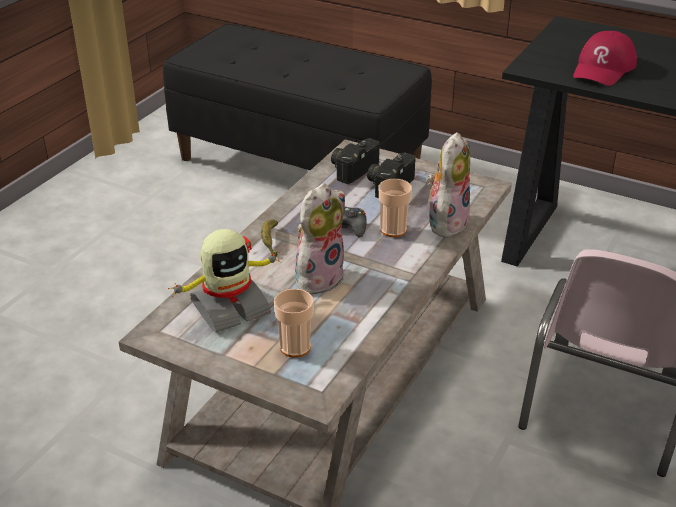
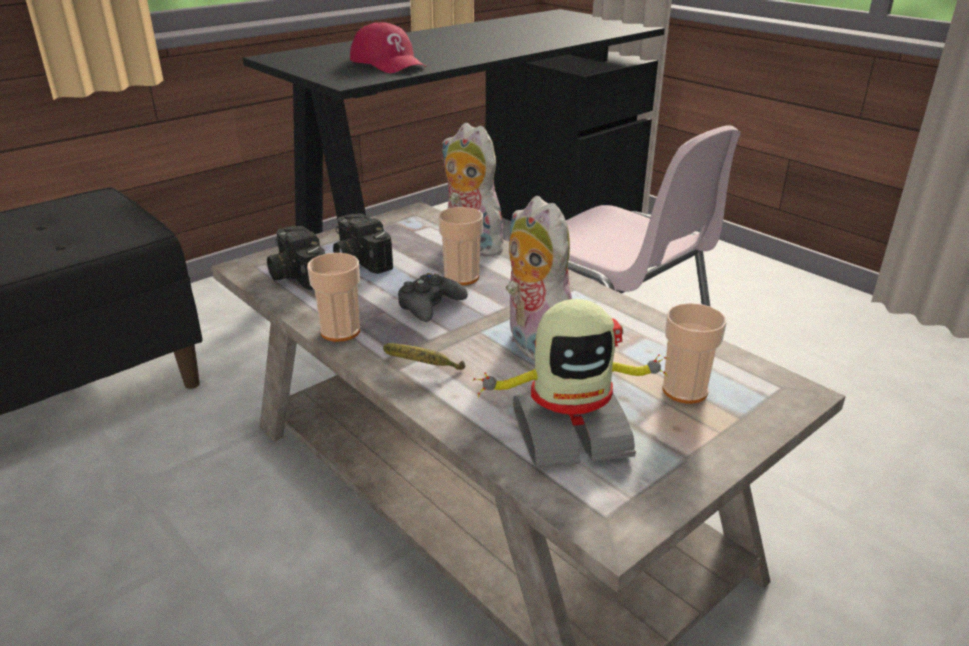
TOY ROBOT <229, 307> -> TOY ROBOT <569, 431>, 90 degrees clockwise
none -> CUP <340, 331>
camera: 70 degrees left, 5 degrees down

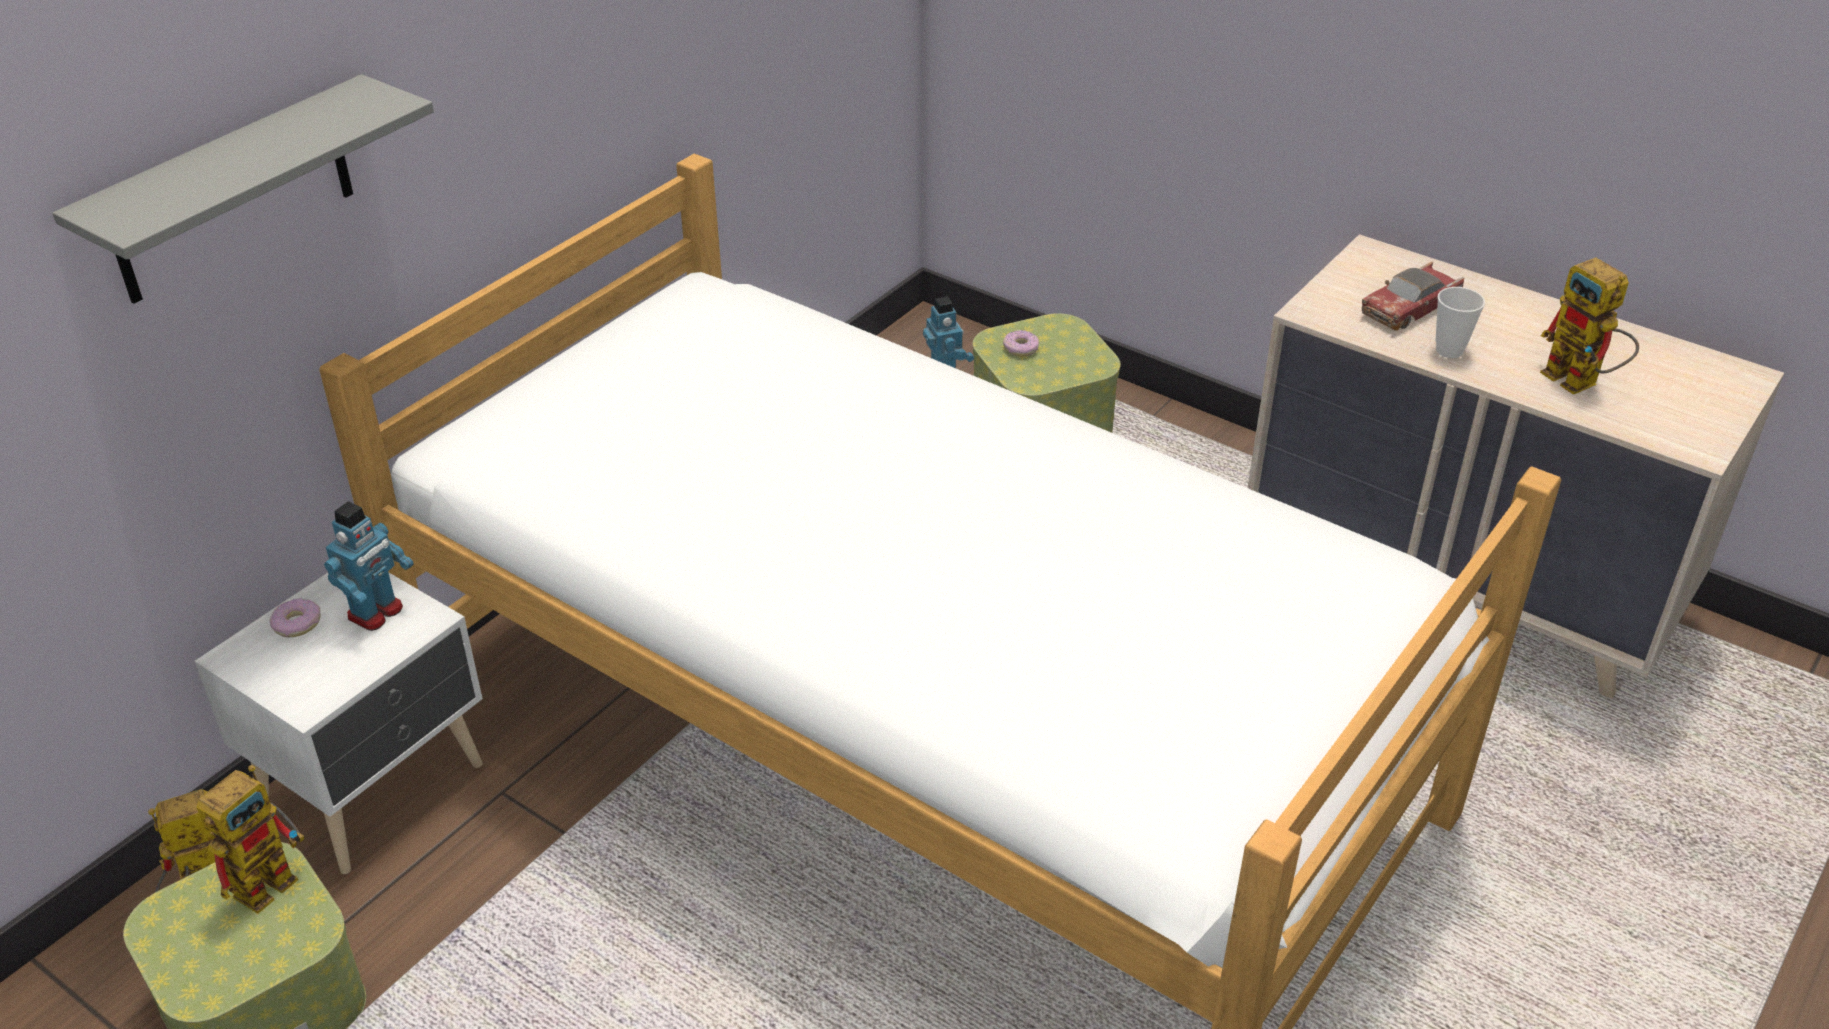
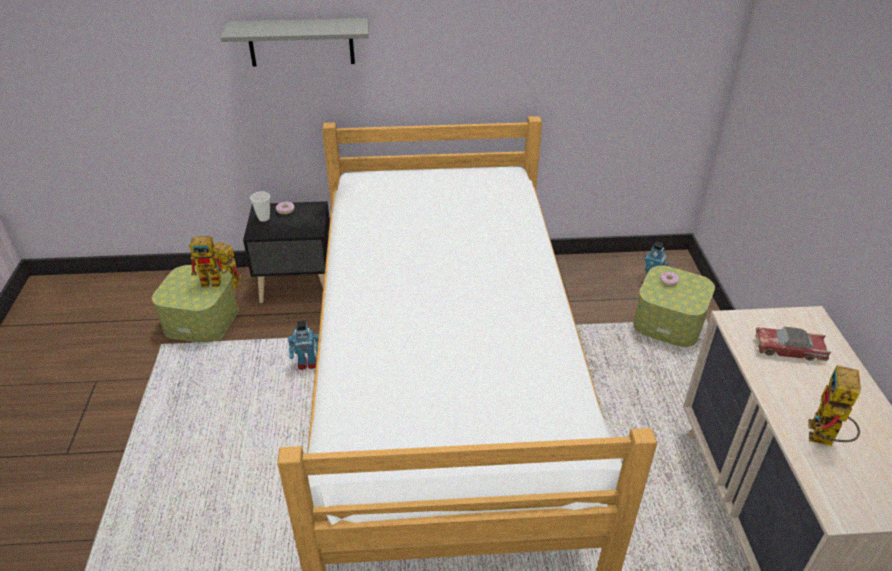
WHITE NIGHTSTAND <378, 789> -> BLACK NIGHTSTAND <298, 286>
TOY ROBOT <377, 613> -> TOY ROBOT <307, 364>, moved
CUP <1449, 350> -> CUP <264, 218>, moved
camera: 50 degrees right, 0 degrees up

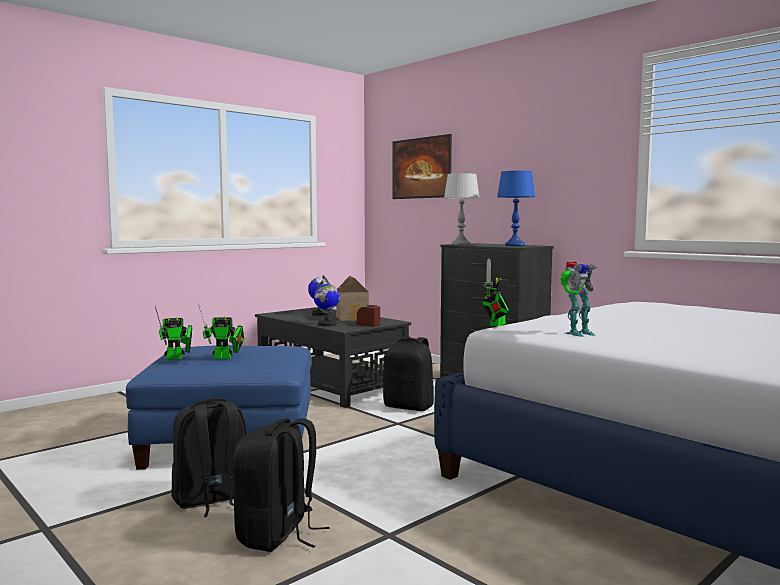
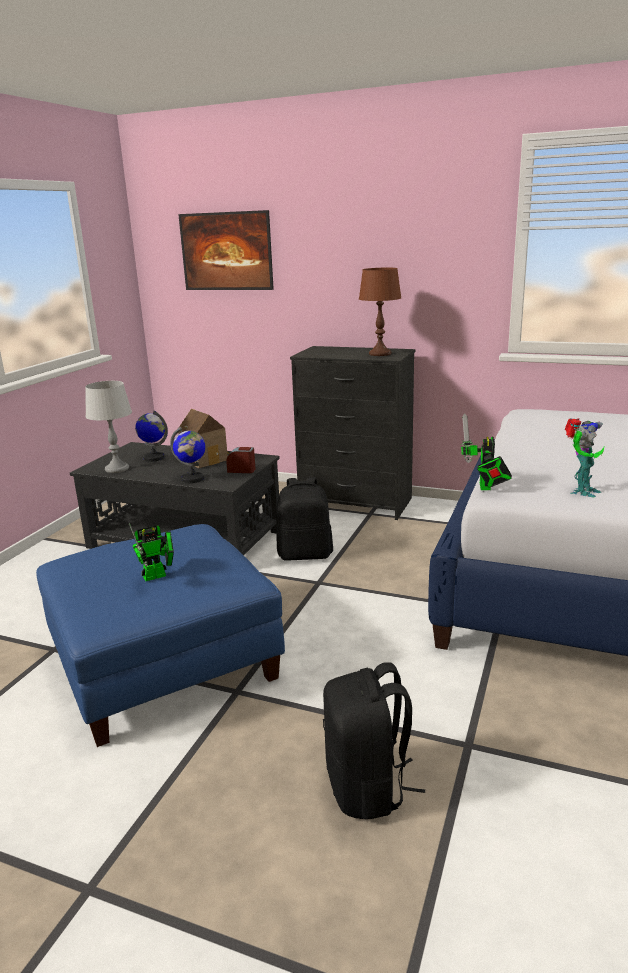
TOY ROBOT <177, 358> -> none
BLACK BACKPACK <212, 500> -> none
GREY TABLE LAMP <460, 244> -> GREY TABLE LAMP <117, 469>, moved
BLUE TABLE LAMP <515, 245> -> BROWN TABLE LAMP <380, 354>
camera: 25 degrees left, 15 degrees up

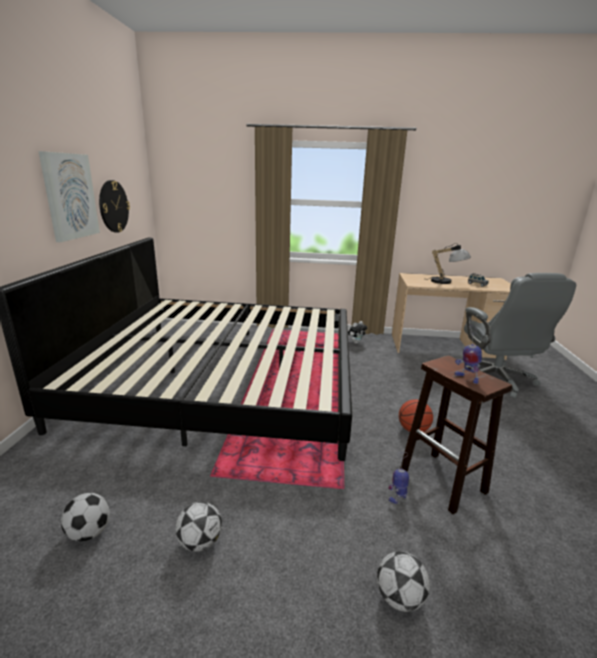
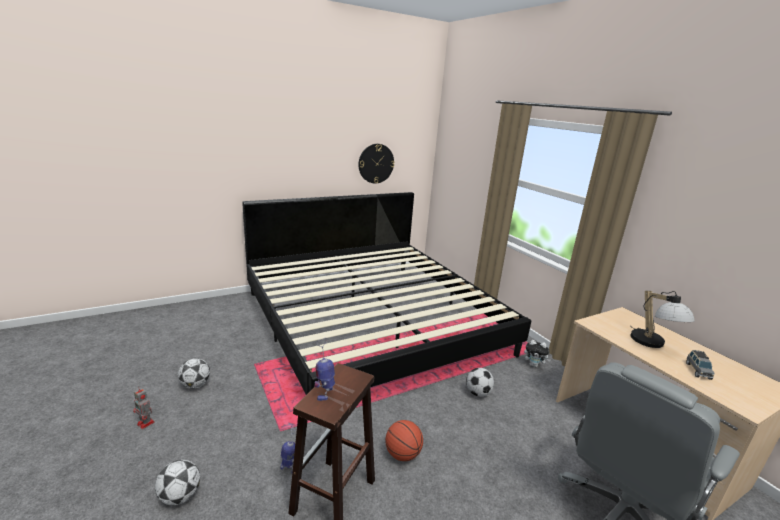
PICTURE <70, 196> -> none
FOOTBALL <89, 532> -> FOOTBALL <477, 393>, moved
none -> TOY ROBOT <146, 423>
camera: 55 degrees right, 0 degrees up

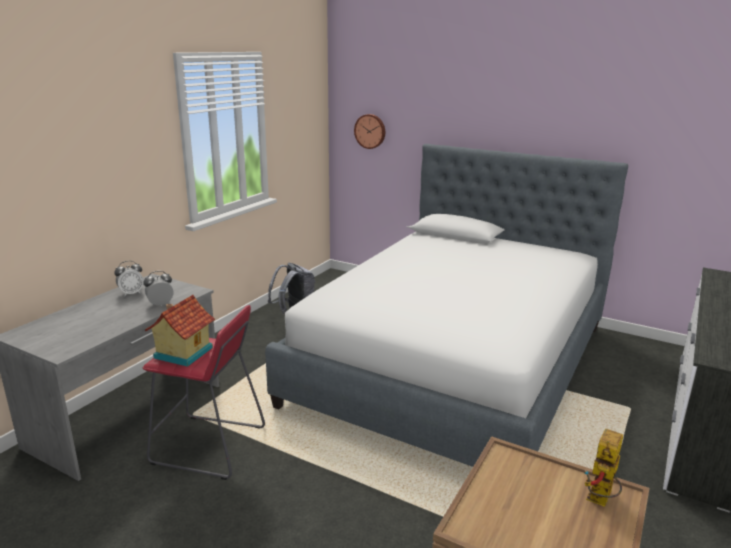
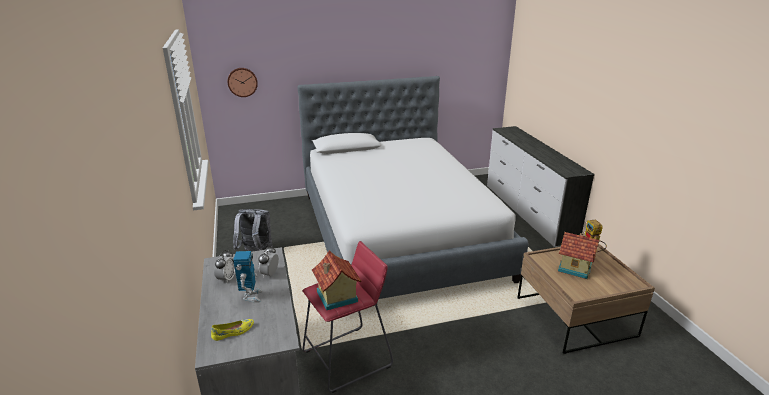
none -> YELLOW SHOE <233, 332>
none -> TOY ROBOT <251, 296>
none -> TOY HOUSE <574, 267>
camera: 45 degrees left, 5 degrees up

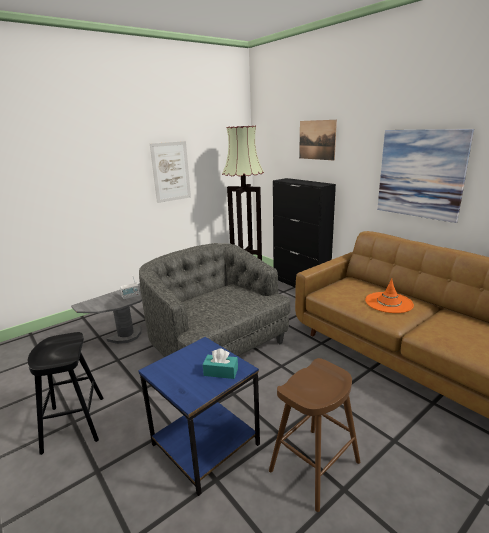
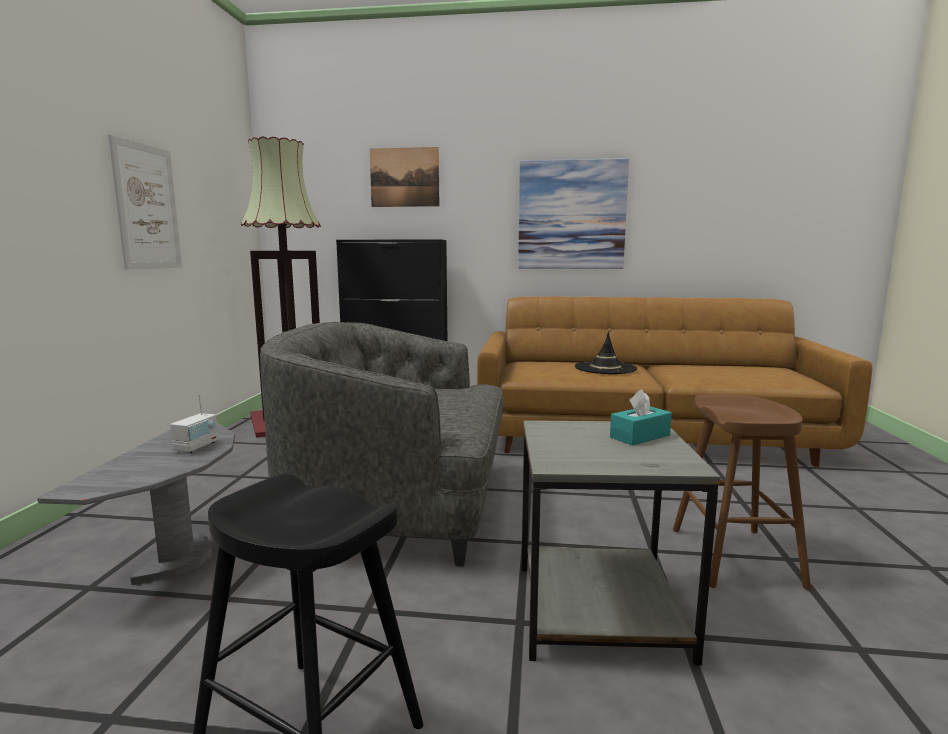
BLUE SIDE TABLE <204, 444> -> GREY SIDE TABLE <598, 612>
ORANGE HAT <389, 303> -> BLACK HAT <605, 368>
camera: 45 degrees left, 10 degrees down

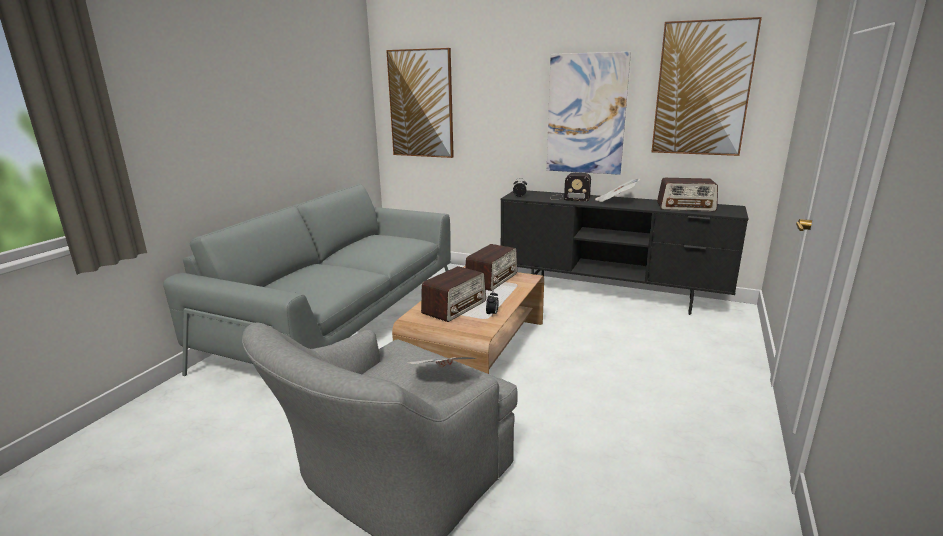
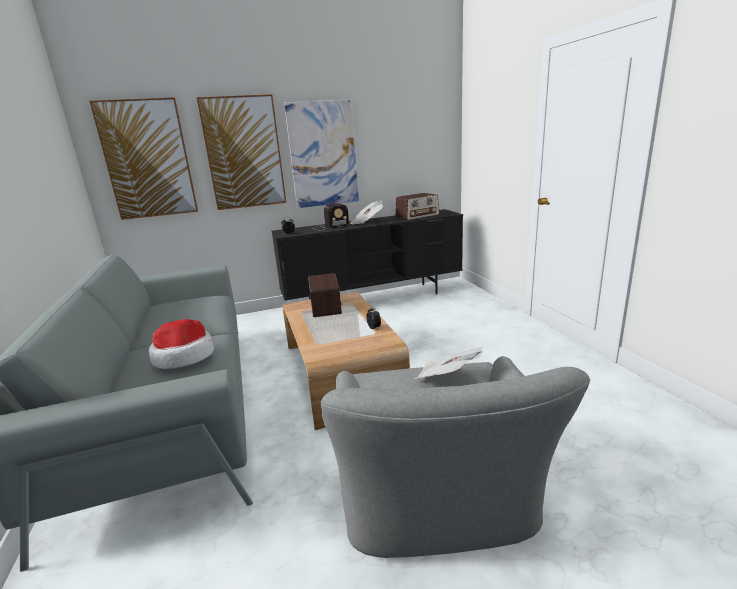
RADIO <454, 307> -> none
PICTURE <702, 89> -> PICTURE <244, 153>, moved
none -> HAT <184, 356>
camera: 40 degrees left, 0 degrees up

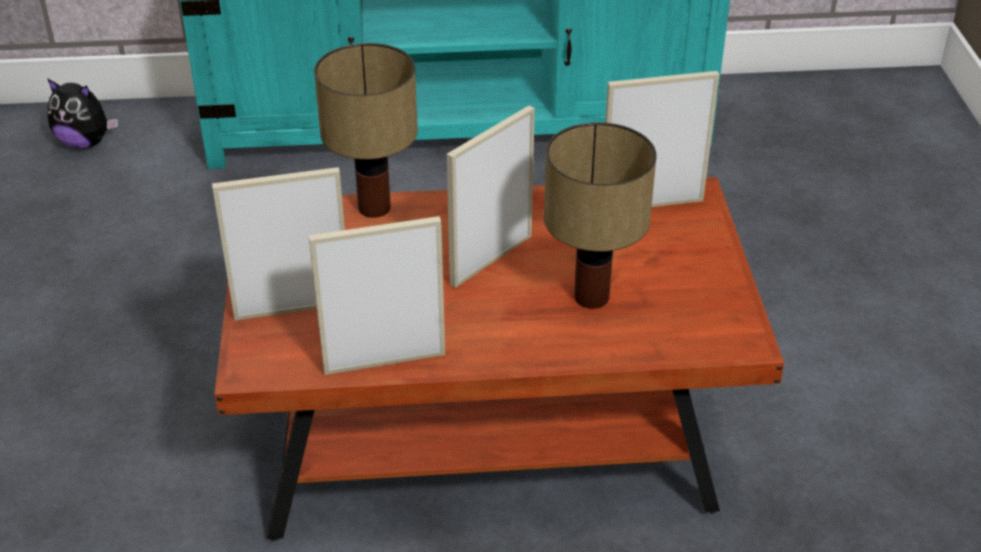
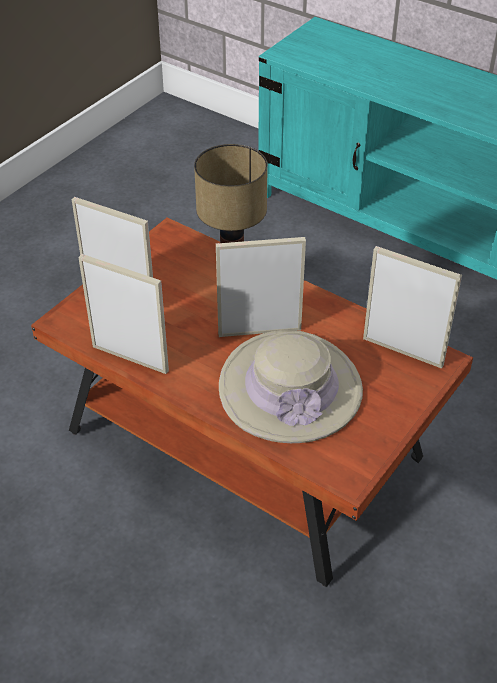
PLUSH TOY <85, 143> -> none
TABLE LAMP <590, 296> -> BEIGE HAT <290, 388>
camera: 40 degrees right, 5 degrees up

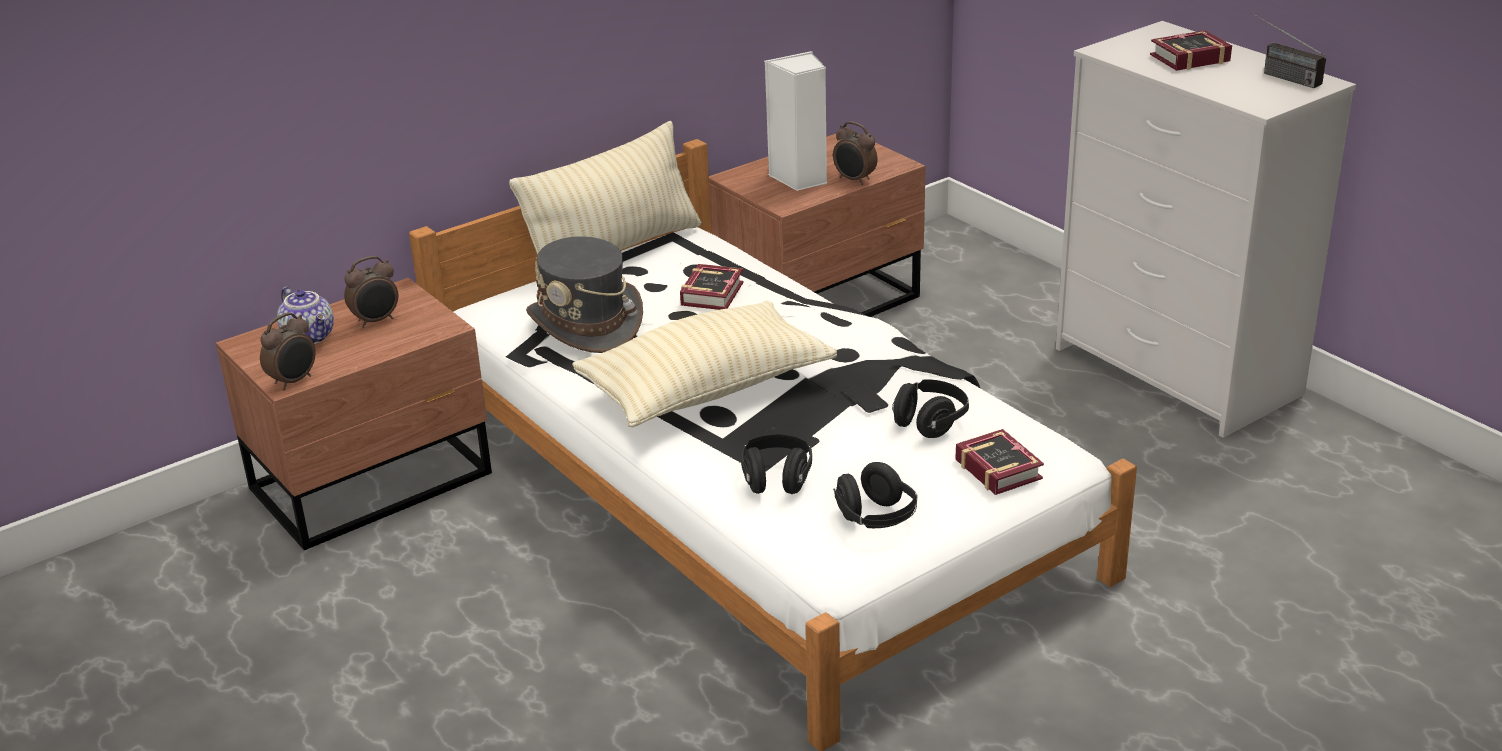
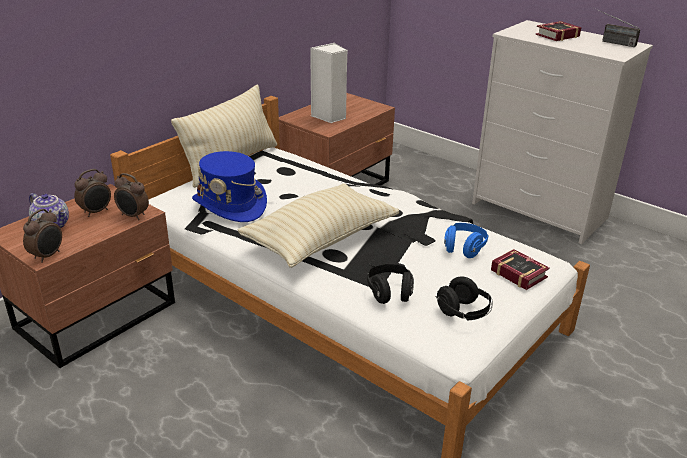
GREY HAT <586, 324> -> BLUE HAT <230, 205>
BOOK <715, 293> -> none
ALARM CLOCK <854, 180> -> ALARM CLOCK <133, 216>, moved
BLACK HEADPHONES <930, 422> -> BLUE HEADPHONES <464, 248>
camera: 15 degrees left, 0 degrees up

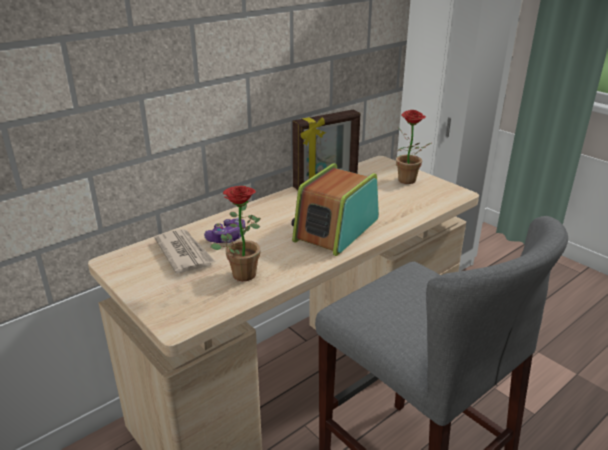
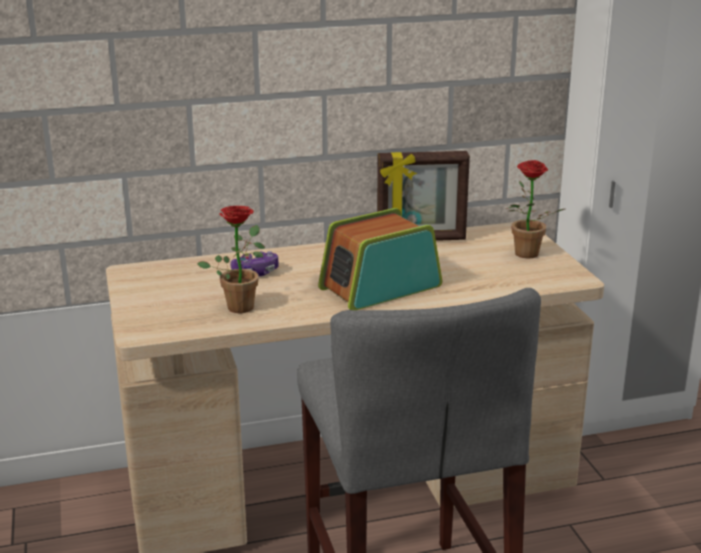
NEWSPAPER <184, 253> -> none
camera: 25 degrees right, 5 degrees down

